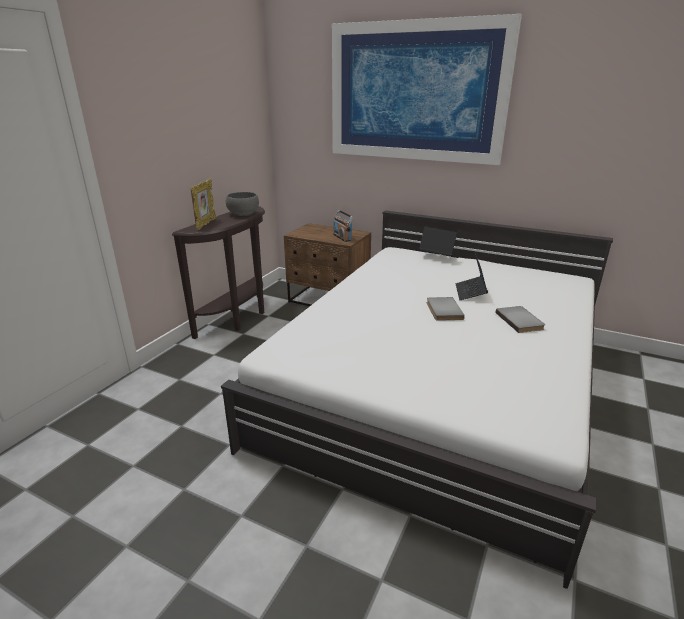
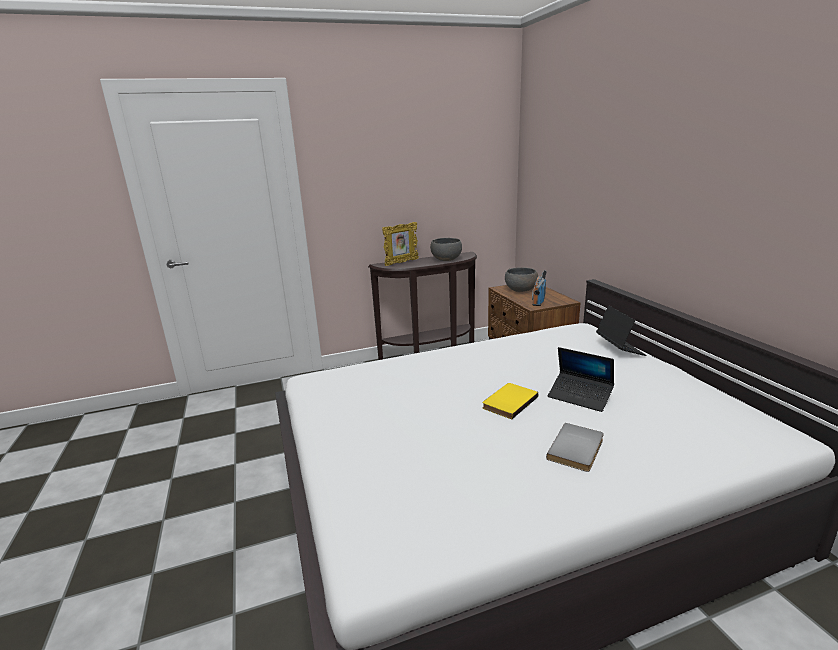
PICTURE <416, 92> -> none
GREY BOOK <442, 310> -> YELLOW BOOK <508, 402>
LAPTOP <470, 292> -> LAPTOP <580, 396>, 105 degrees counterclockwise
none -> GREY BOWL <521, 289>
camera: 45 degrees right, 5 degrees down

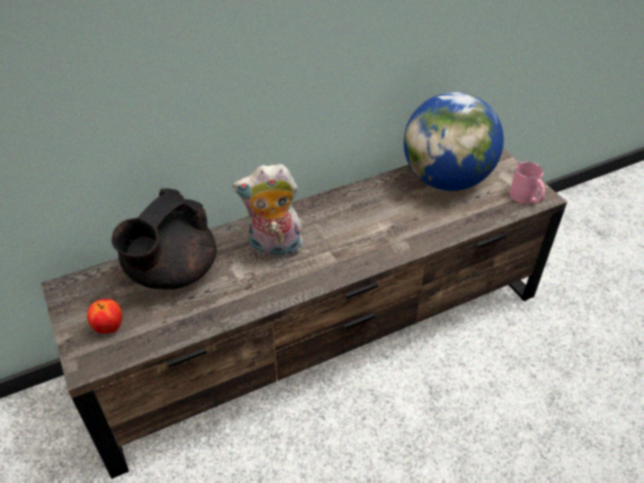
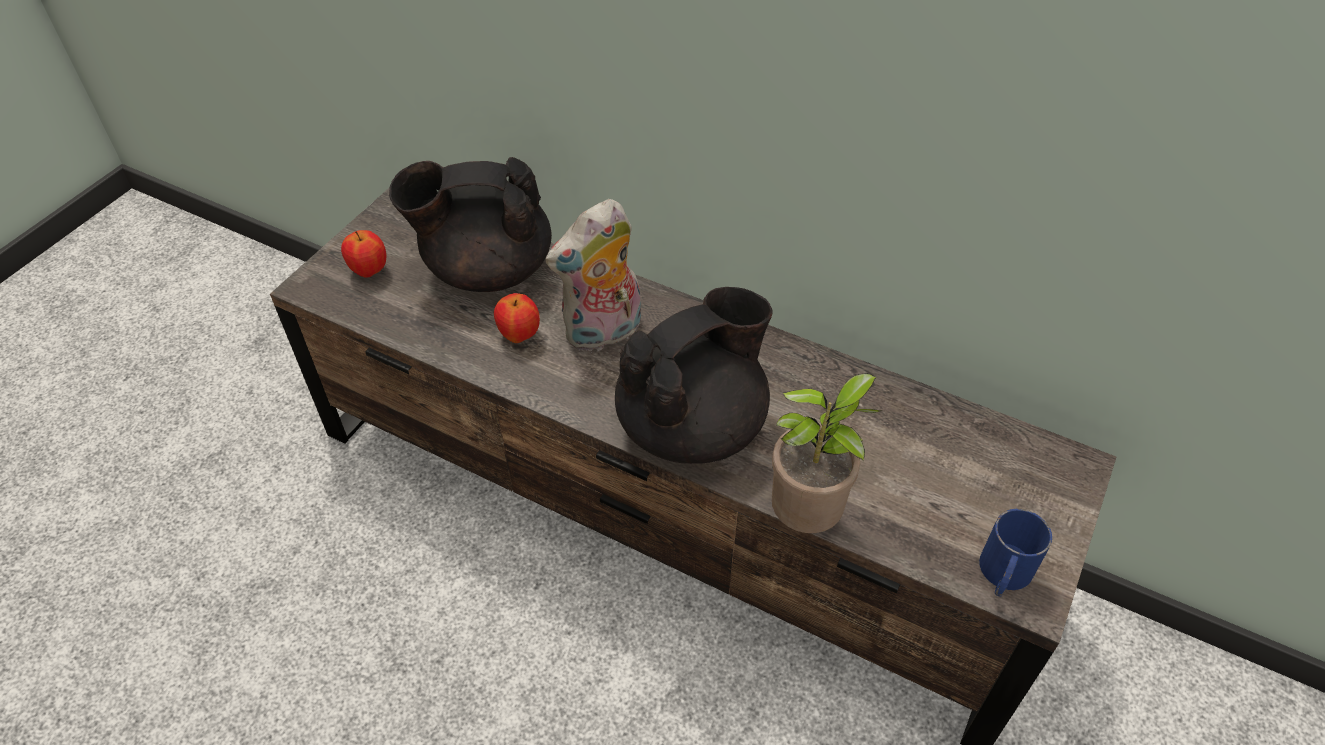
PLUSH TOY <274, 249> -> PLUSH TOY <603, 333>, 90 degrees counterclockwise
GLOBE <446, 180> -> none
PINK MUG <526, 198> -> BLUE MUG <1003, 575>
none -> APPLE <519, 335>
none -> BLACK TEAPOT <693, 425>
none -> POTTED PLANT <809, 517>
camera: 55 degrees right, 5 degrees up

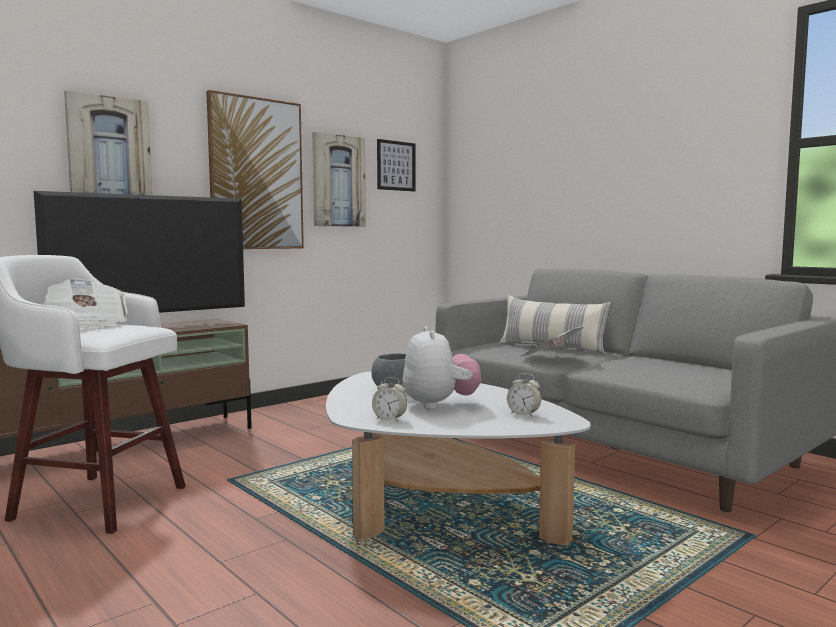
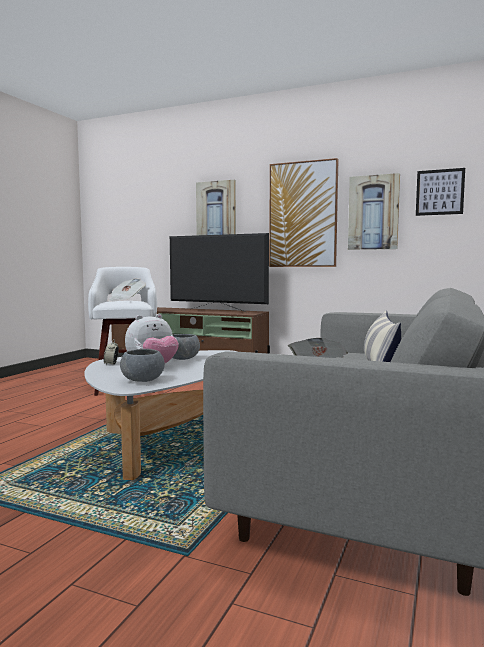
ALARM CLOCK <523, 414> -> GREY BOWL <142, 380>
camera: 65 degrees right, 0 degrees up

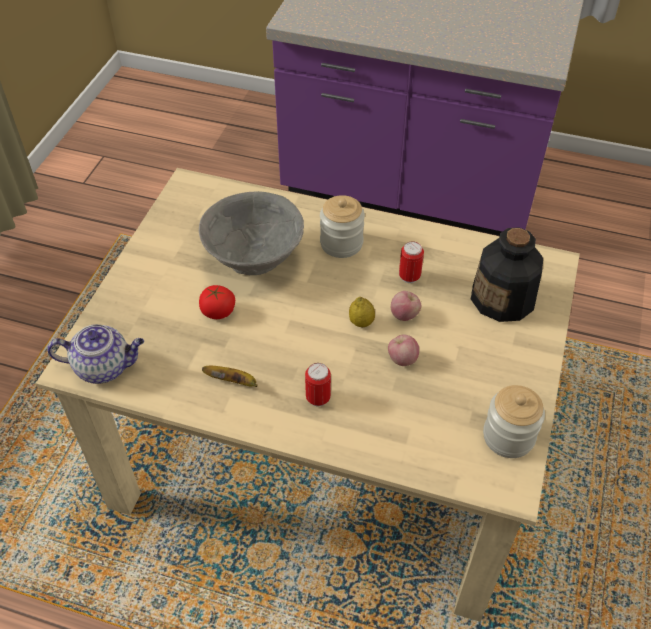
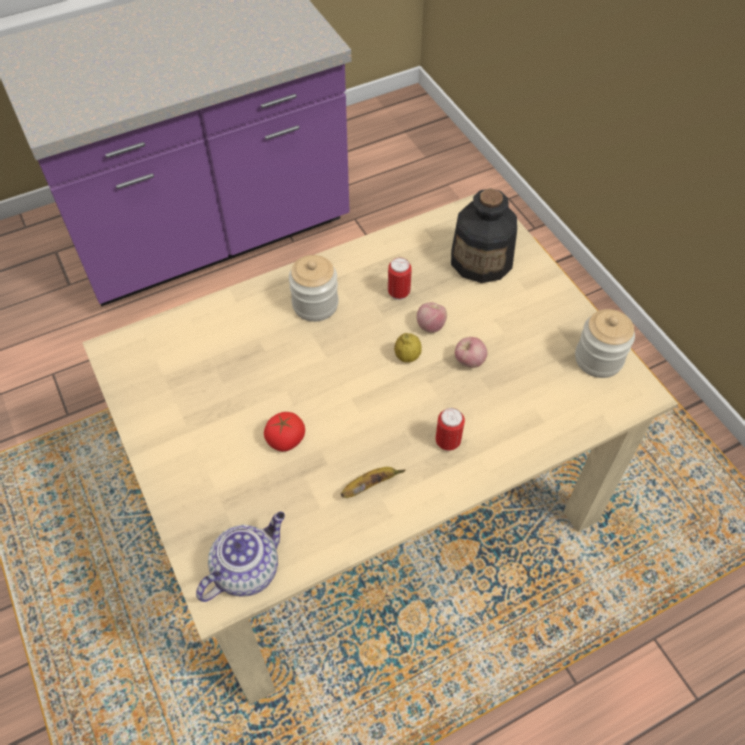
GREY BOWL <254, 259> -> none
camera: 45 degrees left, 5 degrees up

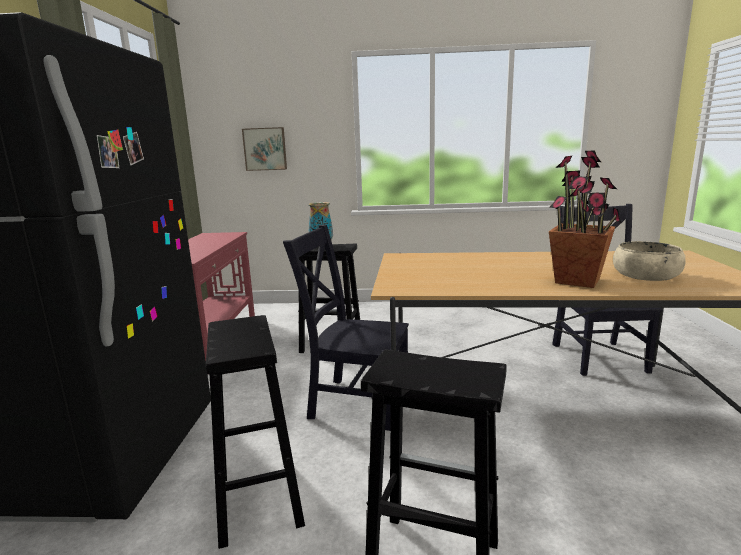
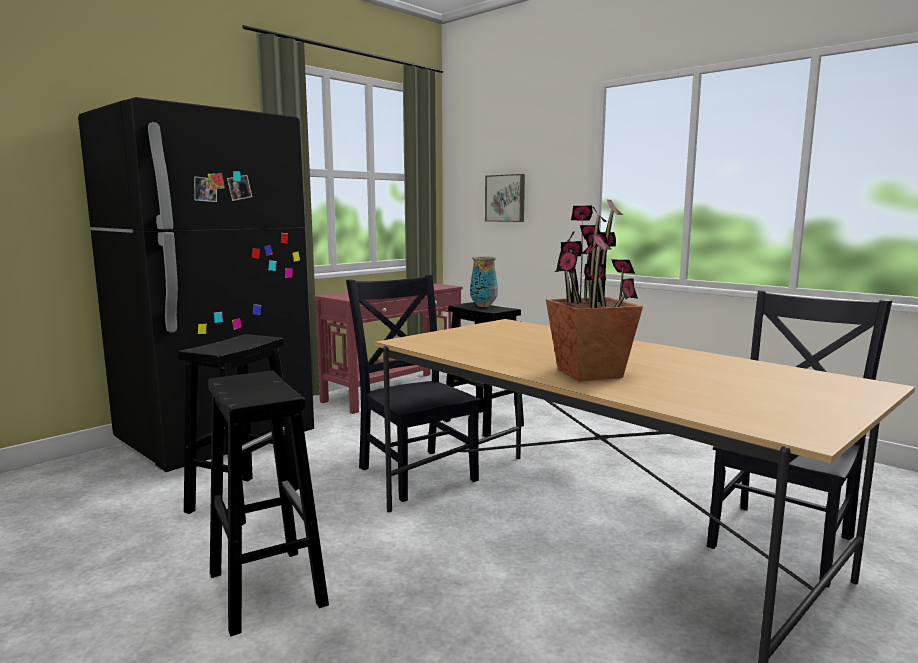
BEIGE BOWL <645, 276> -> none
camera: 40 degrees right, 5 degrees down

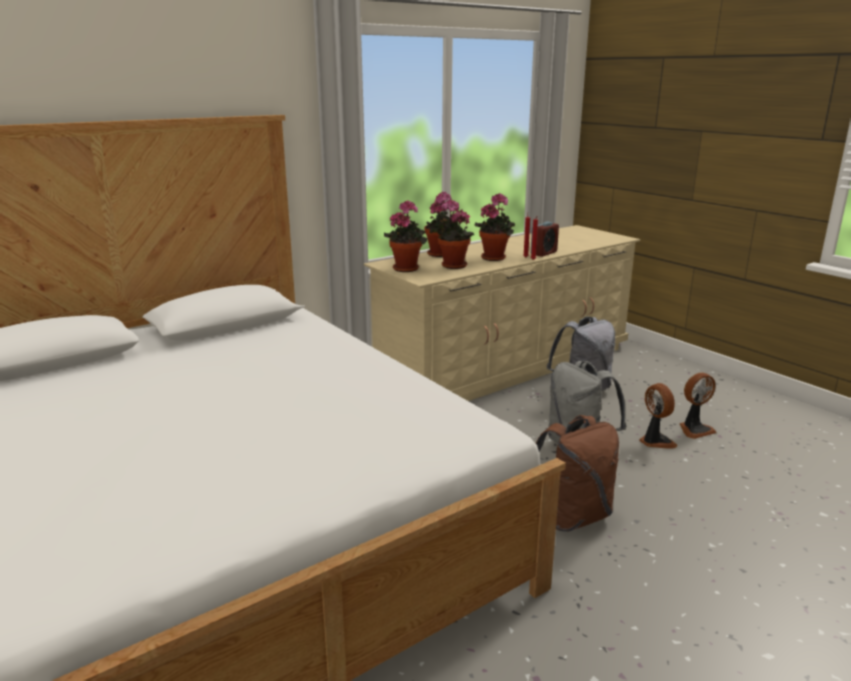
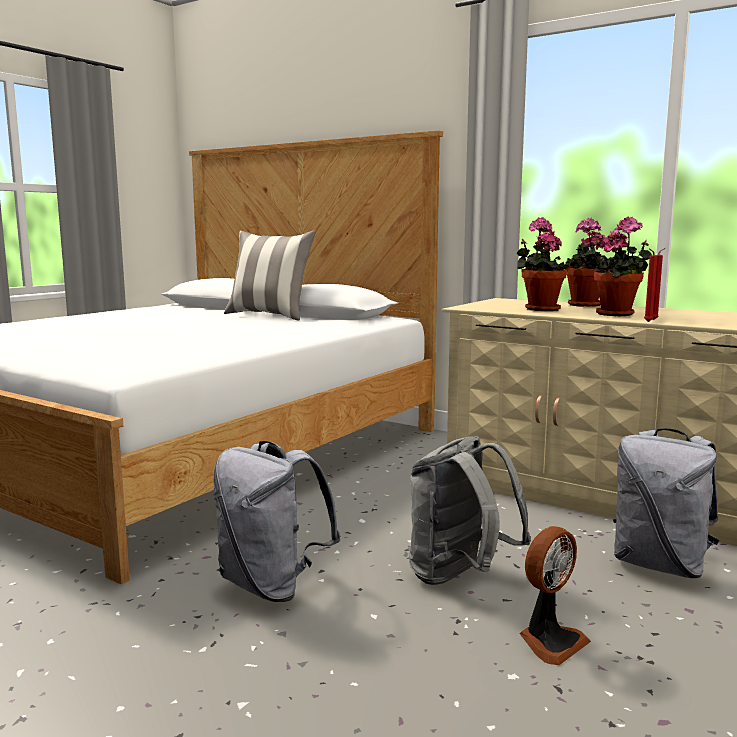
POTTED PLANT <407, 268> -> none
ALARM CLOCK <543, 253> -> none
BROWN BACKPACK <572, 516> -> GREY BACKPACK <272, 585>
FAN <694, 429> -> none
none -> PILLOW <269, 316>
camera: 70 degrees right, 10 degrees down

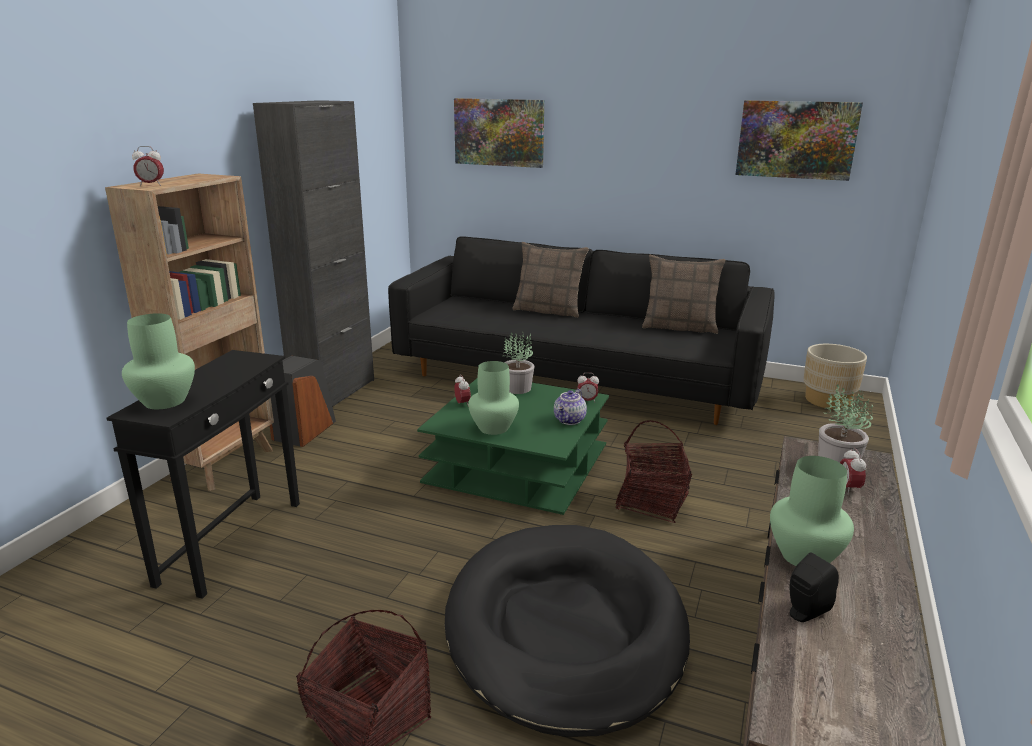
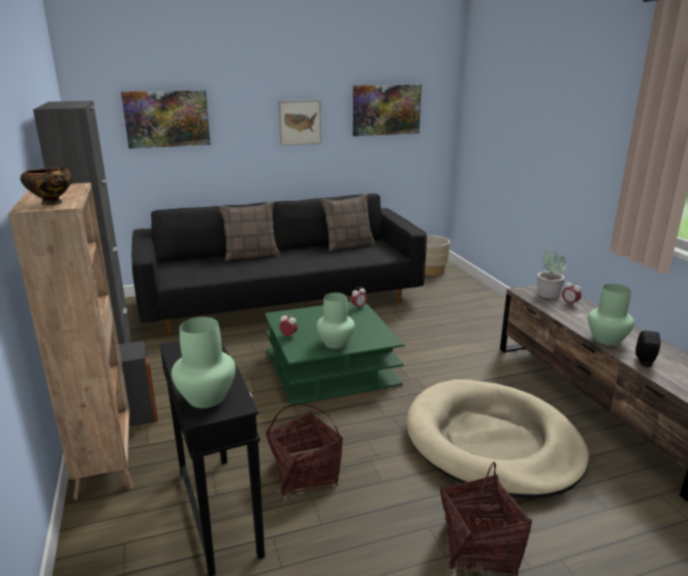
ALARM CLOCK <151, 185> -> BOWL <53, 203>
BLACK DOG BED <565, 629> -> BEIGE DOG BED <492, 442>
POTTED PLANT <518, 388> -> none
TEAPOT <570, 420> -> none
BASKET <652, 501> -> BASKET <304, 473>, moved
none -> PICTURE <300, 122>
camera: 40 degrees left, 0 degrees up

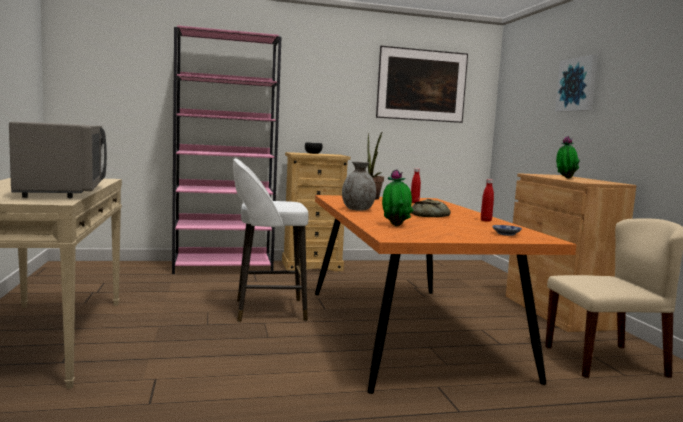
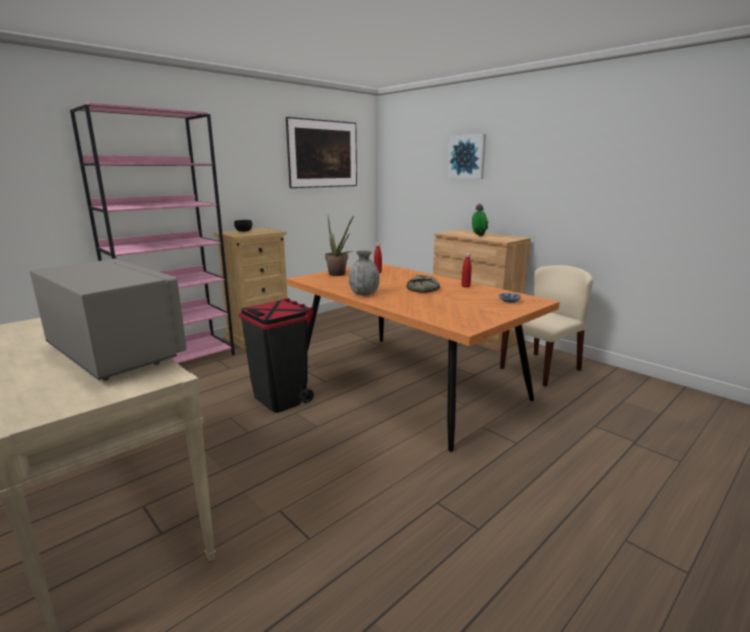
WHITE STOOL <267, 310> -> BLACK TRASH CAN <281, 398>
POTTED PLANT <395, 225> -> none
camera: 30 degrees left, 10 degrees up

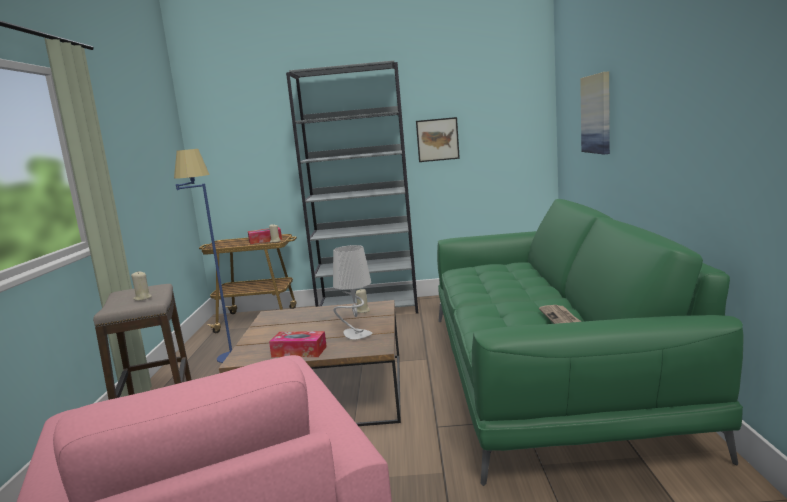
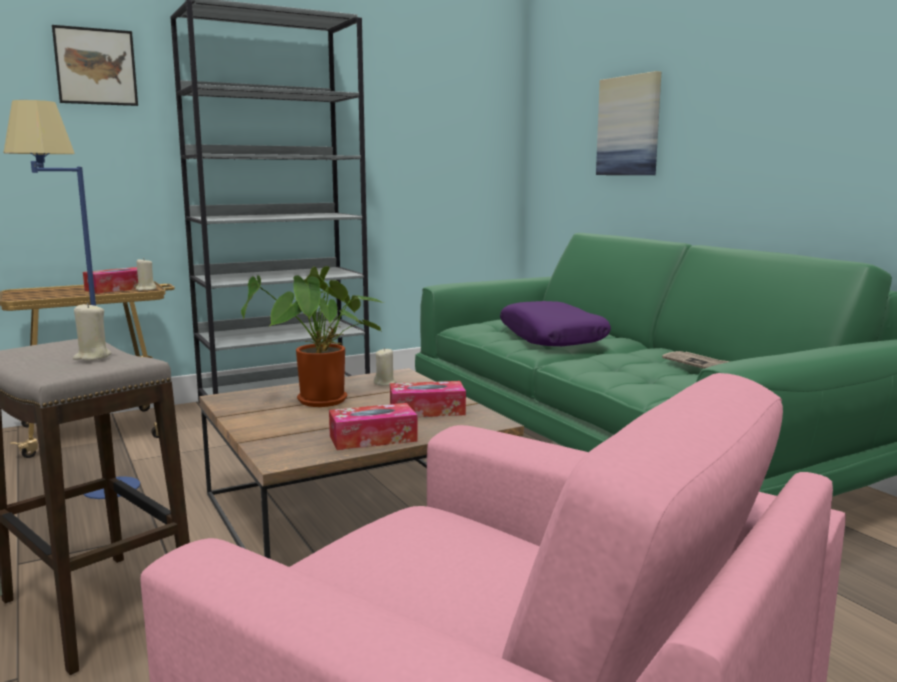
GREY TABLE LAMP <355, 335> -> TISSUE BOX <427, 410>
PICTURE <437, 139> -> PICTURE <96, 66>, moved
none -> POTTED PLANT <321, 403>
none -> PURPLE PILLOW <552, 338>
camera: 30 degrees left, 0 degrees up

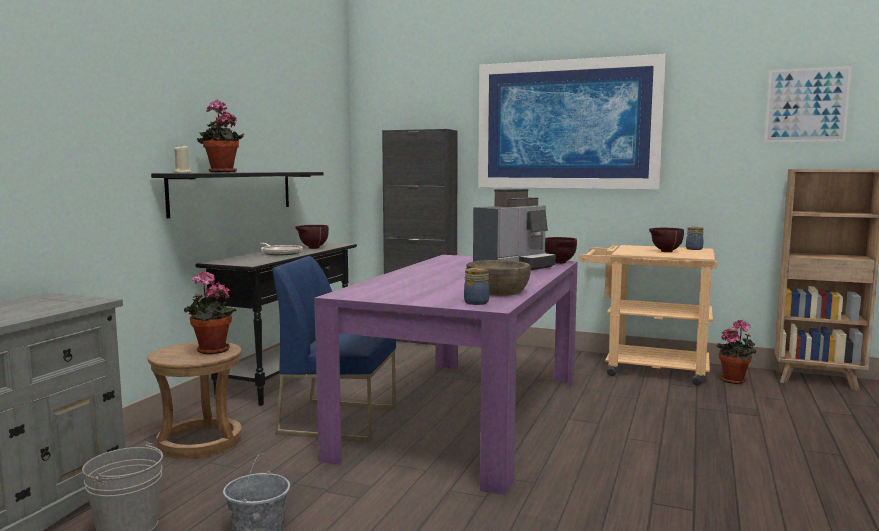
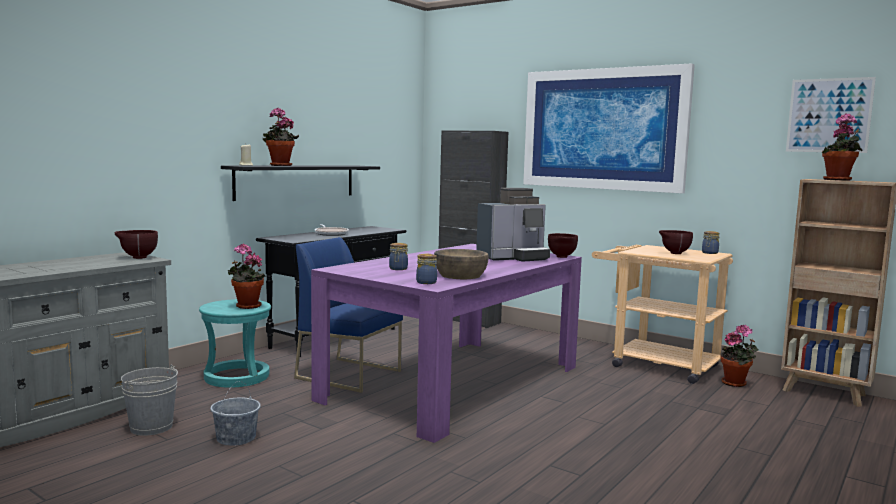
BROWN STOOL <200, 441> -> TURQUOISE STOOL <237, 377>
BROWN BOWL <312, 248> -> BROWN BOWL <137, 258>, moved
none -> JAR <398, 269>
none -> POTTED PLANT <838, 180>
camera: 15 degrees right, 0 degrees up

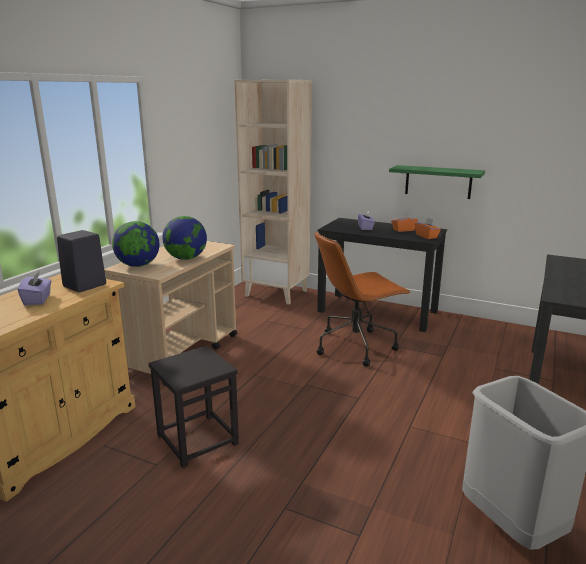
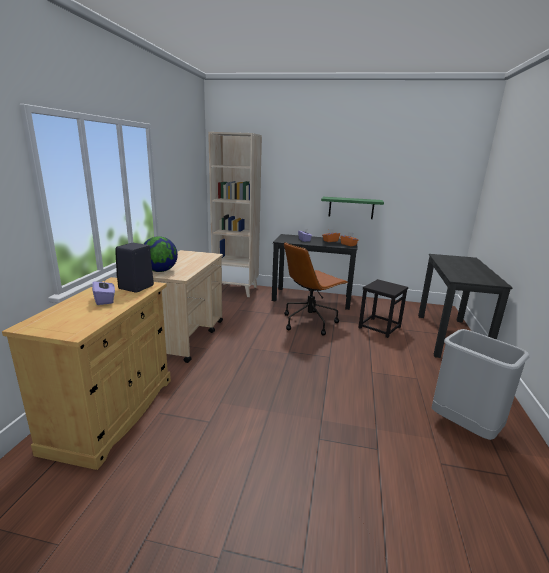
BLACK STOOL <197, 439> -> BLACK STOOL <379, 327>, moved
GLOBE <186, 258> -> none
camera: 15 degrees left, 0 degrees up

